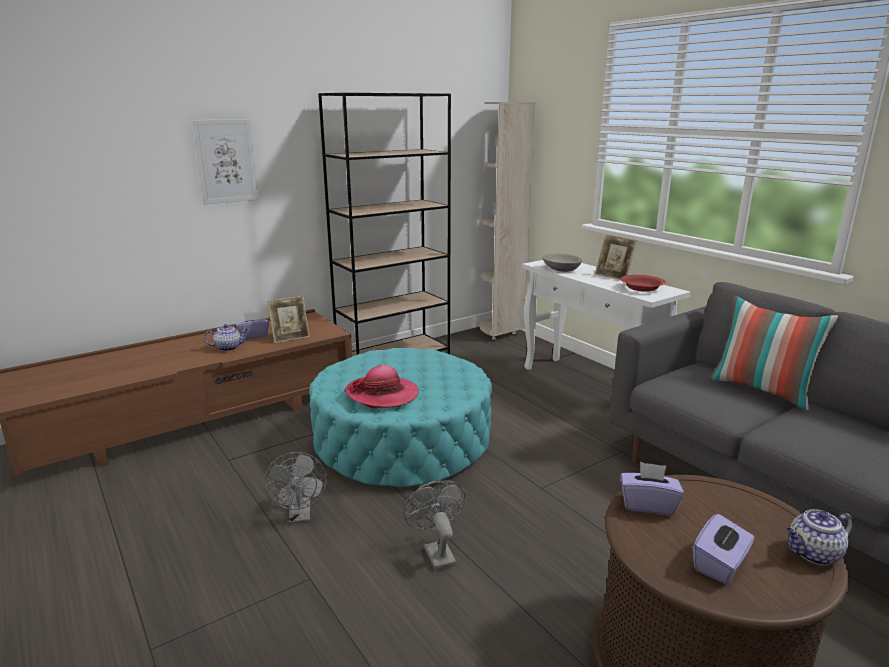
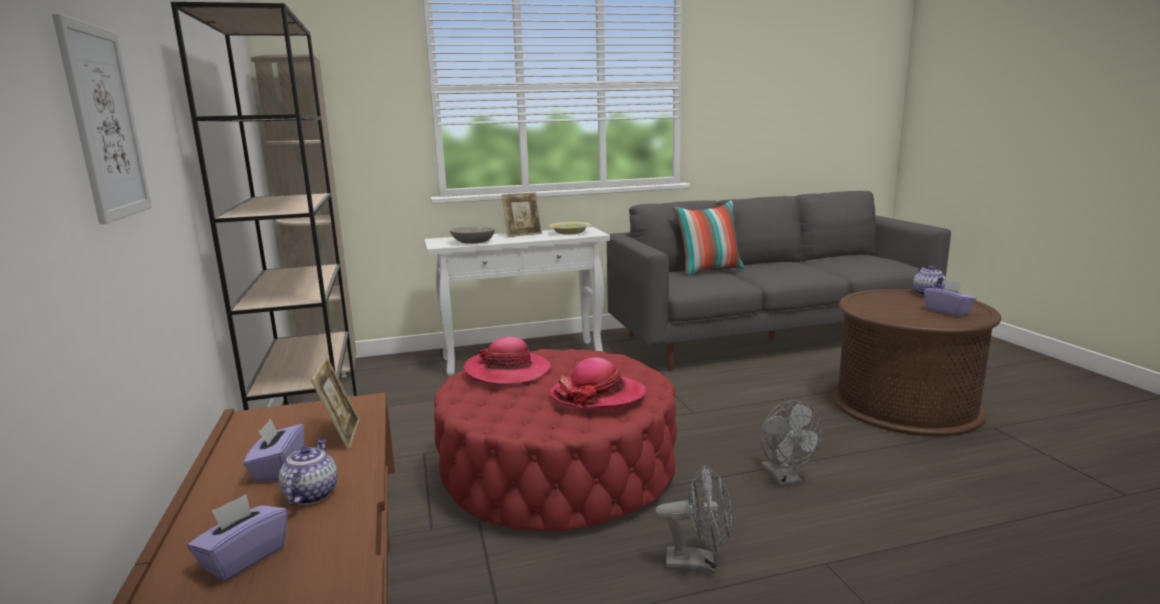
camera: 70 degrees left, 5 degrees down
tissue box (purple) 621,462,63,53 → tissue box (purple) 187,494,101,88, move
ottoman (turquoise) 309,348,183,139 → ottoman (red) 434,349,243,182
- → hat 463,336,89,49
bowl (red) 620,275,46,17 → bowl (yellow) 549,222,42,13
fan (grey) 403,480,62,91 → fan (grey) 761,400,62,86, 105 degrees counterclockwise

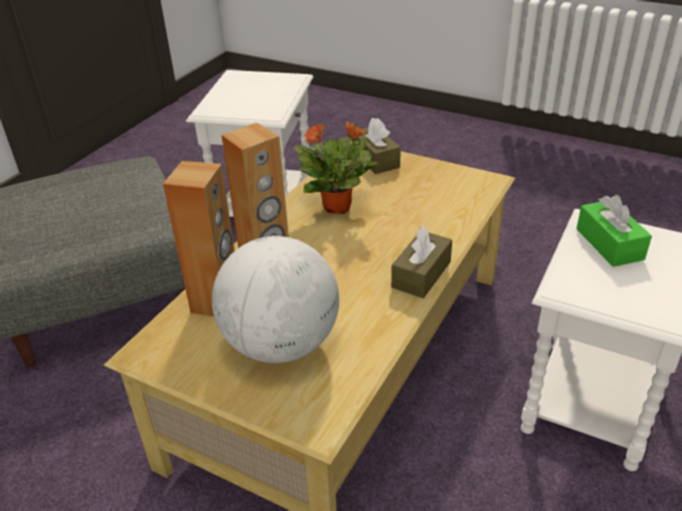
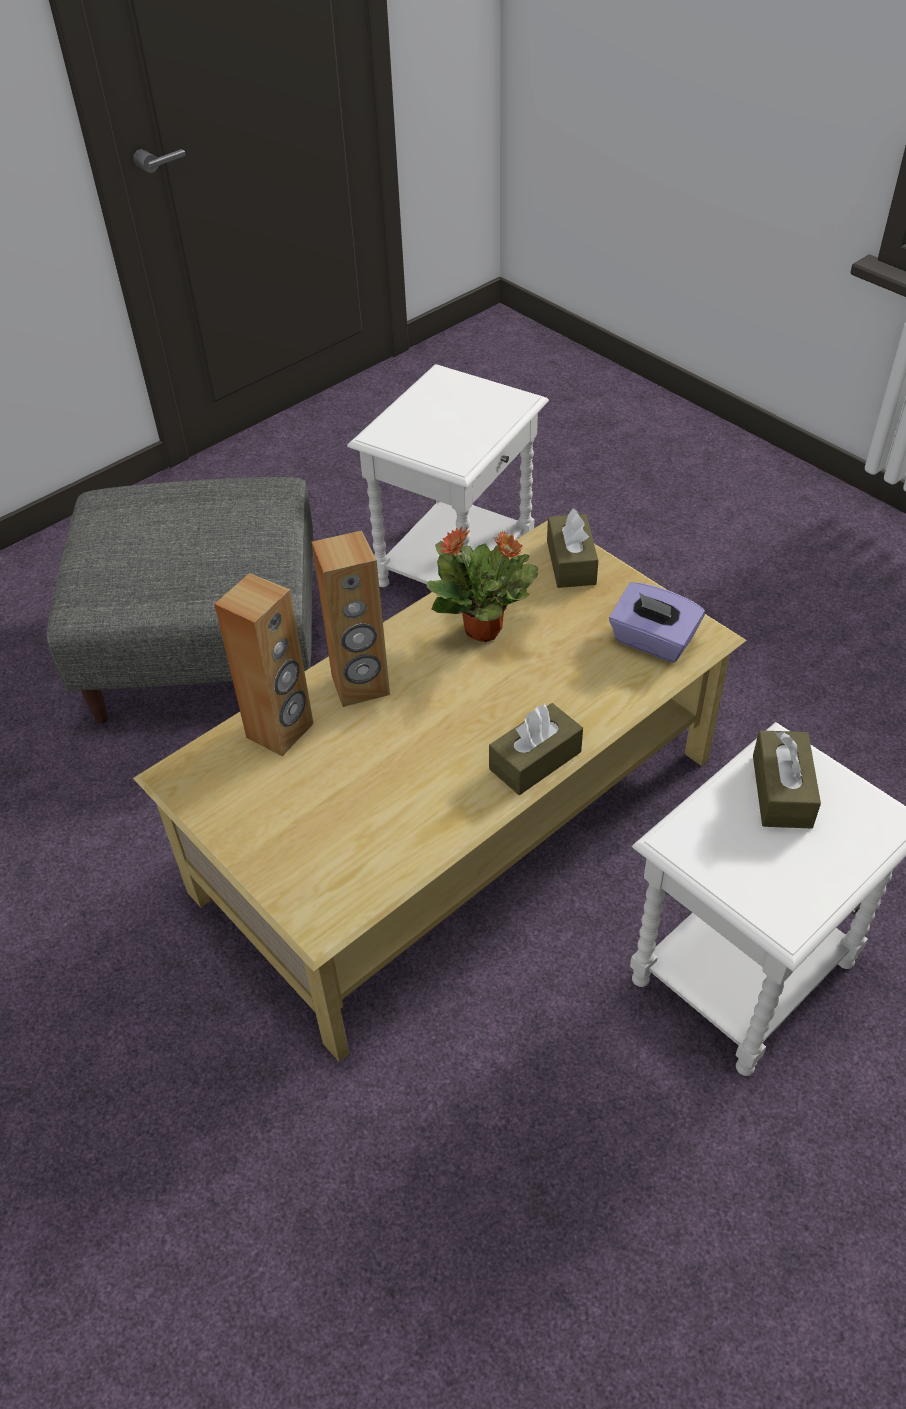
camera: 20 degrees right, 10 degrees up
- → tissue box (purple) 609,582,96,81
tissue box (green) 576,195,76,72 → tissue box (brown) 753,730,68,99
globe 212,236,127,127 → -

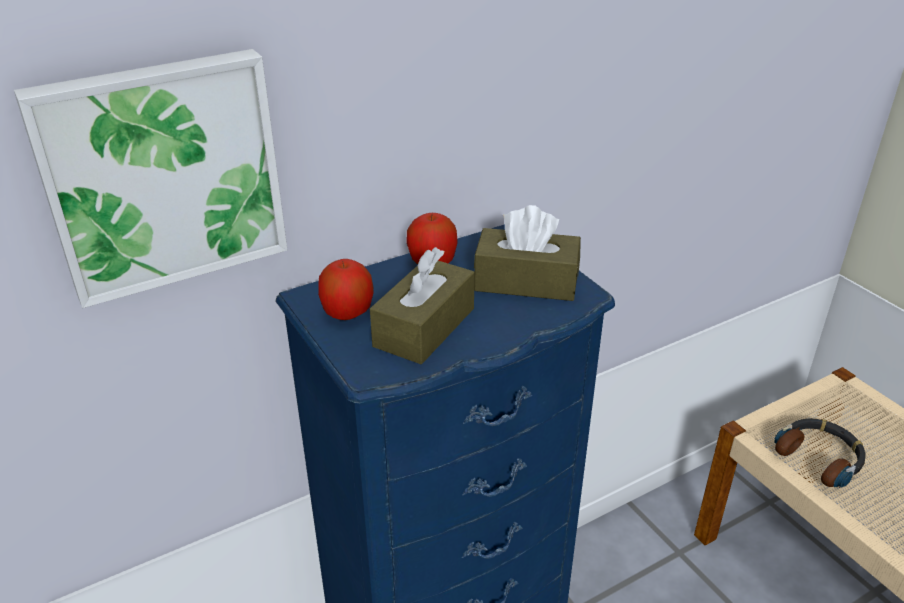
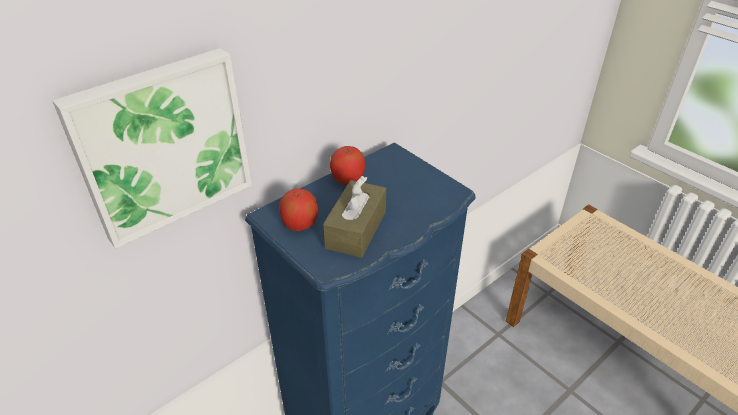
camera: 10 degrees left, 5 degrees up
tissue box (brown) 474,205,107,96 → -
headphones 774,418,92,70 → -

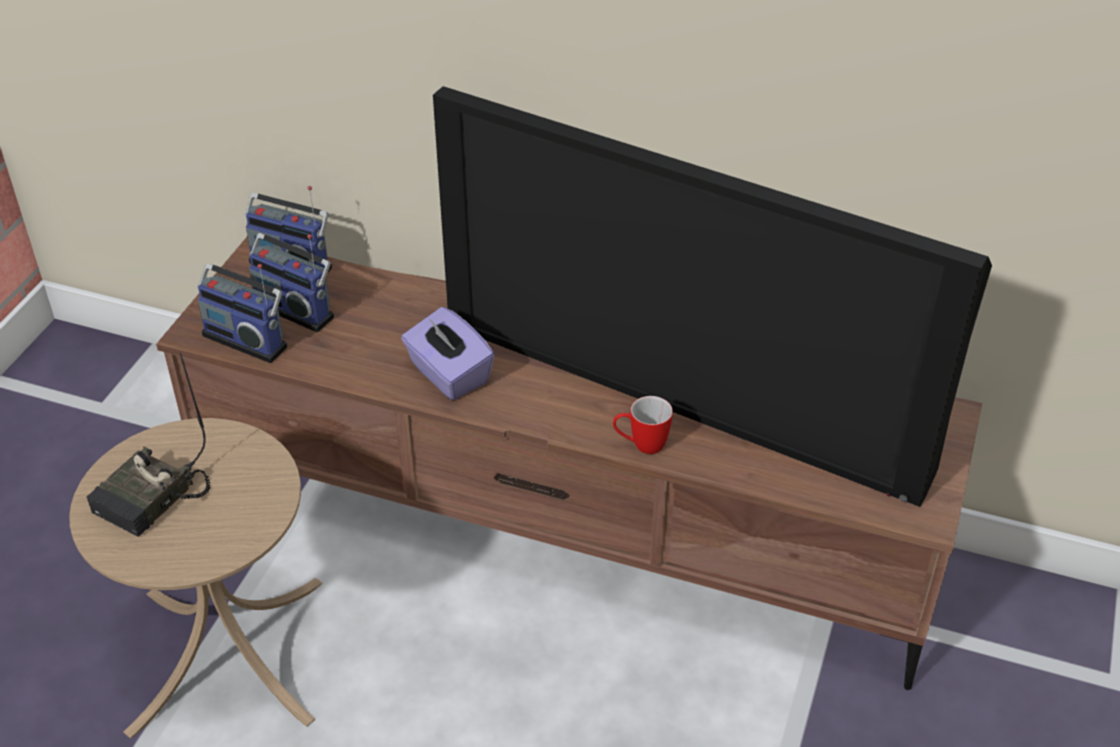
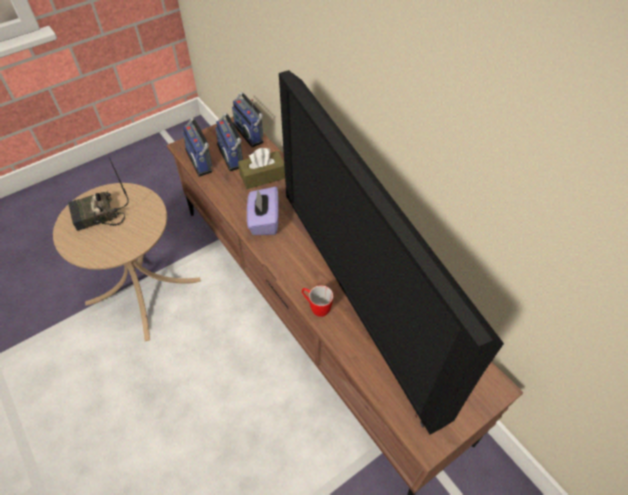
camera: 35 degrees right, 10 degrees up
- → tissue box (brown) 238,148,47,41

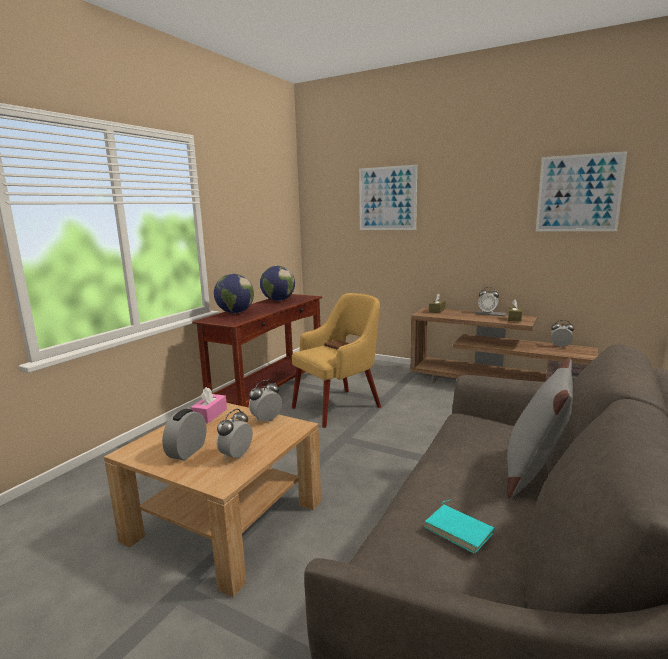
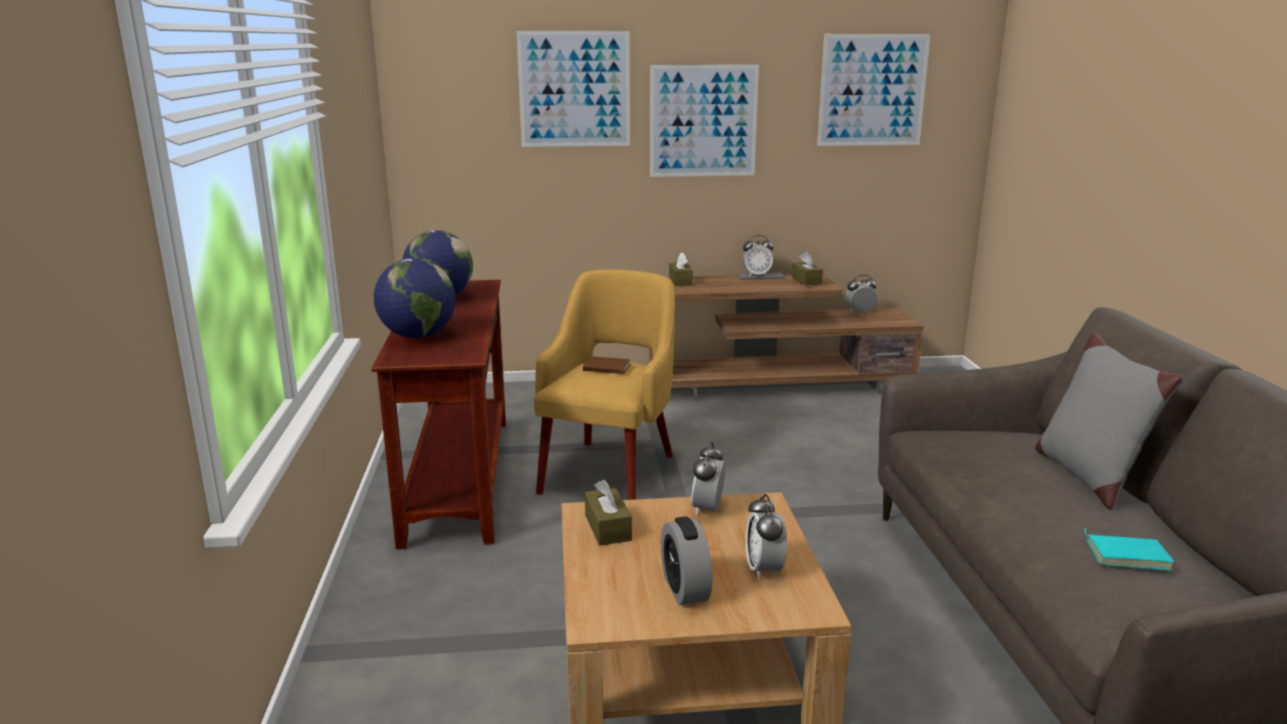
camera: 35 degrees left, 5 degrees up
tissue box (pink) 190,387,37,37 → tissue box (brown) 585,480,47,66
- → picture 650,65,109,112

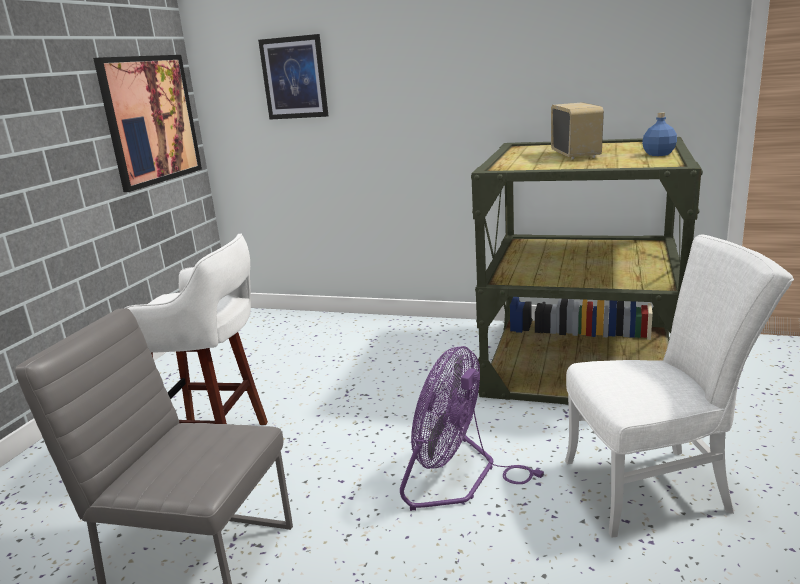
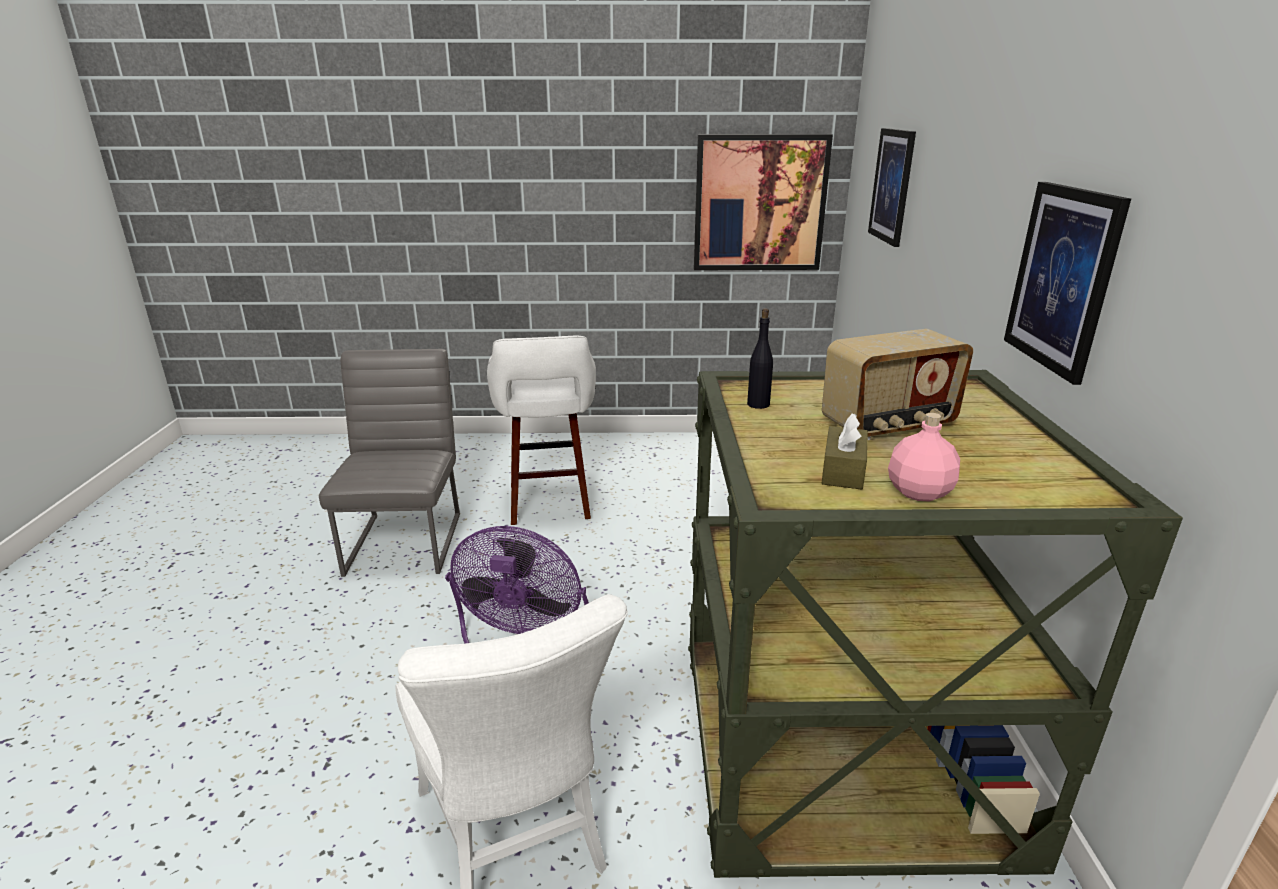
camera: 70 degrees right, 5 degrees up
- → bottle (black) 747,308,26,101
- → tissue box (brown) 821,413,47,77
bottle (blue) 642,112,35,44 → bottle (pink) 888,413,72,89
- → picture 1004,182,127,203

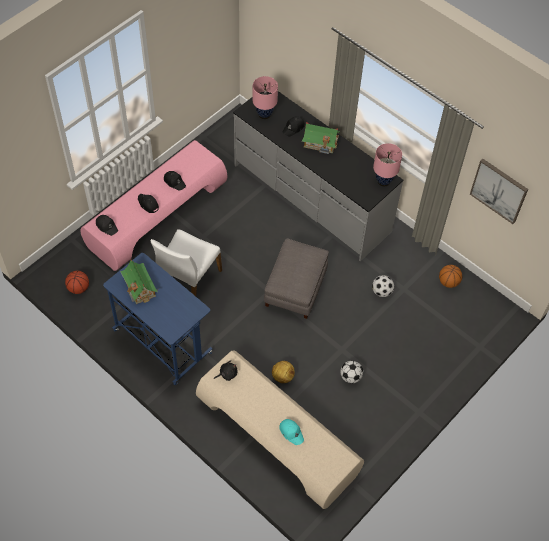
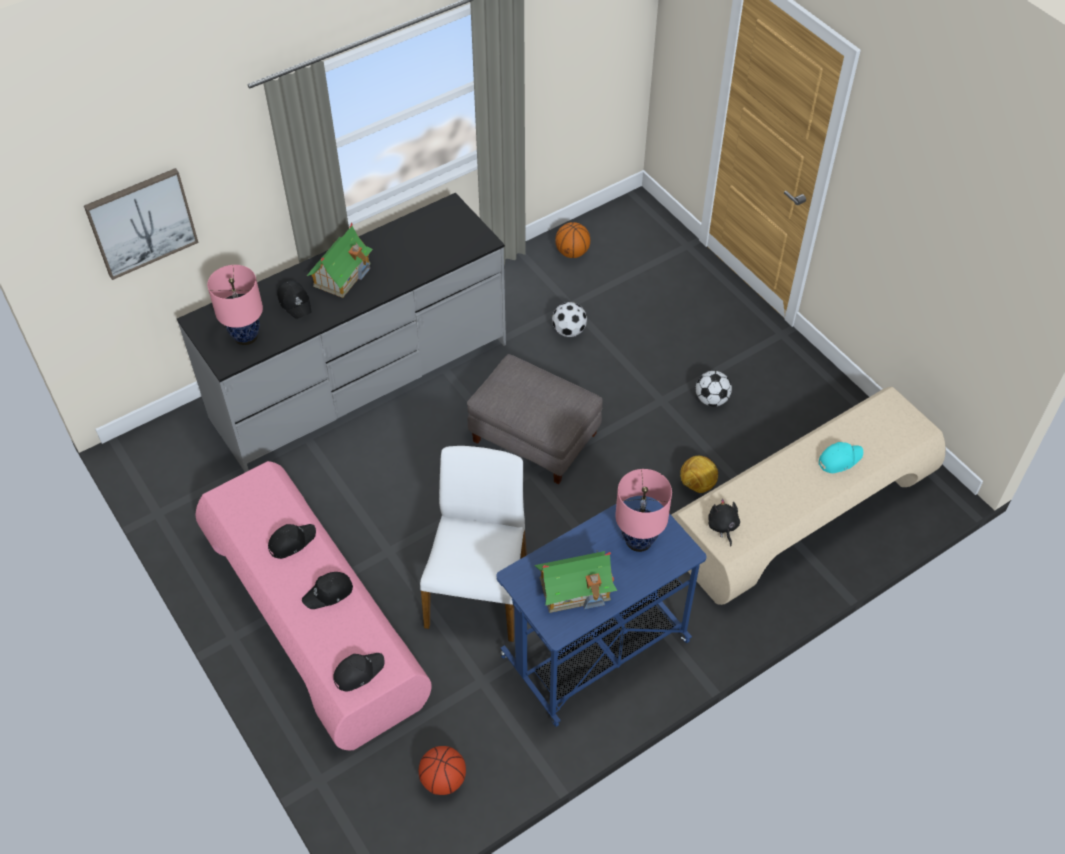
camera: 75 degrees left, 5 degrees down
picture 470,159,58,65 → picture 84,168,115,112, move
chair (white) 151,229,71,67 → chair (white) 420,446,107,196, 120 degrees counterclockwise
table lamp (pink) 373,143,29,43 → table lamp (pink) 615,469,57,83, move

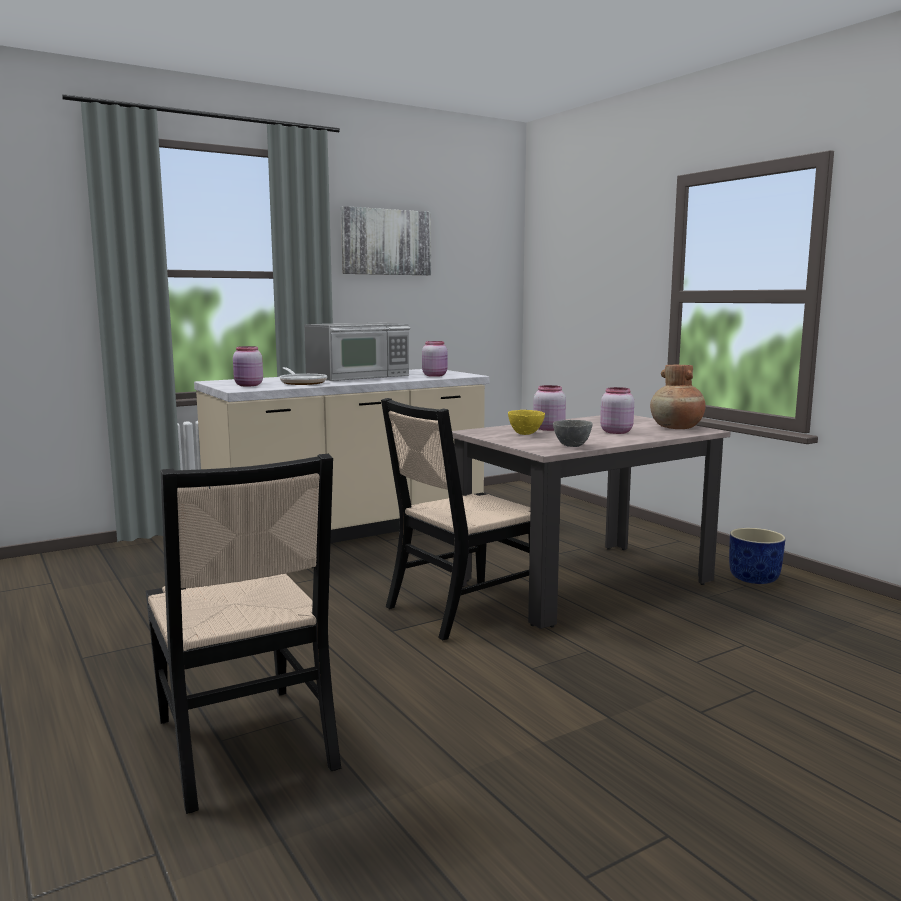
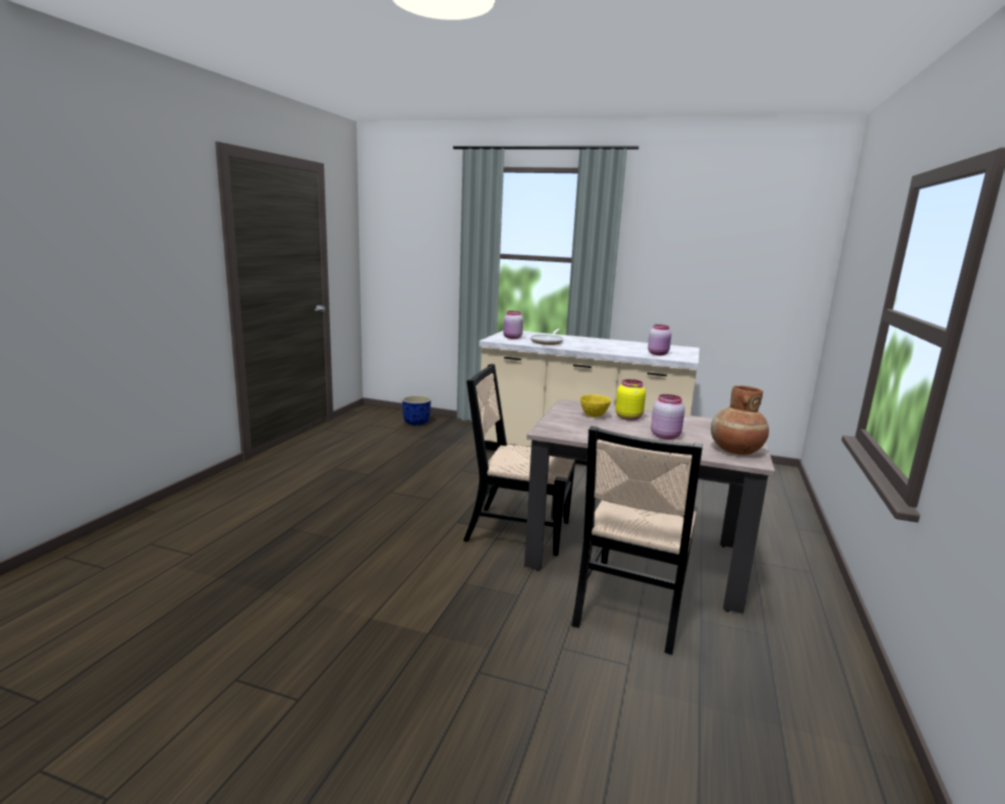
camera: 50 degrees right, 5 degrees up
planter (blue) 729,528,57,56 → planter (blue) 402,395,29,30, move
chair 146,454,195,360 → chair 572,426,131,229, move
jar (pink) 533,385,33,46 → jar (yellow) 615,379,31,41
microwave 304,323,106,58 → -
picture 341,206,90,69 → -
bowl (grey) 553,420,40,27 → -

